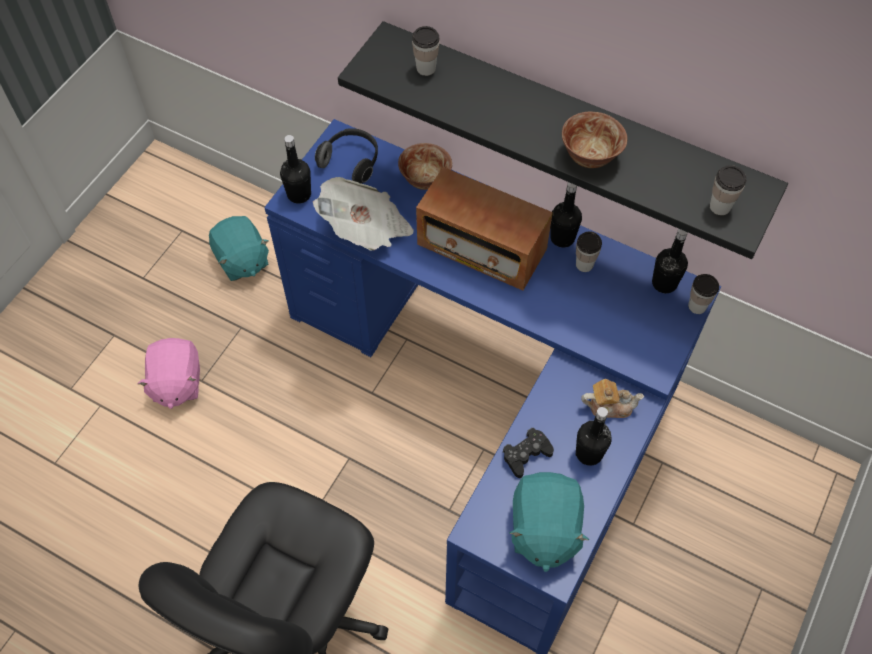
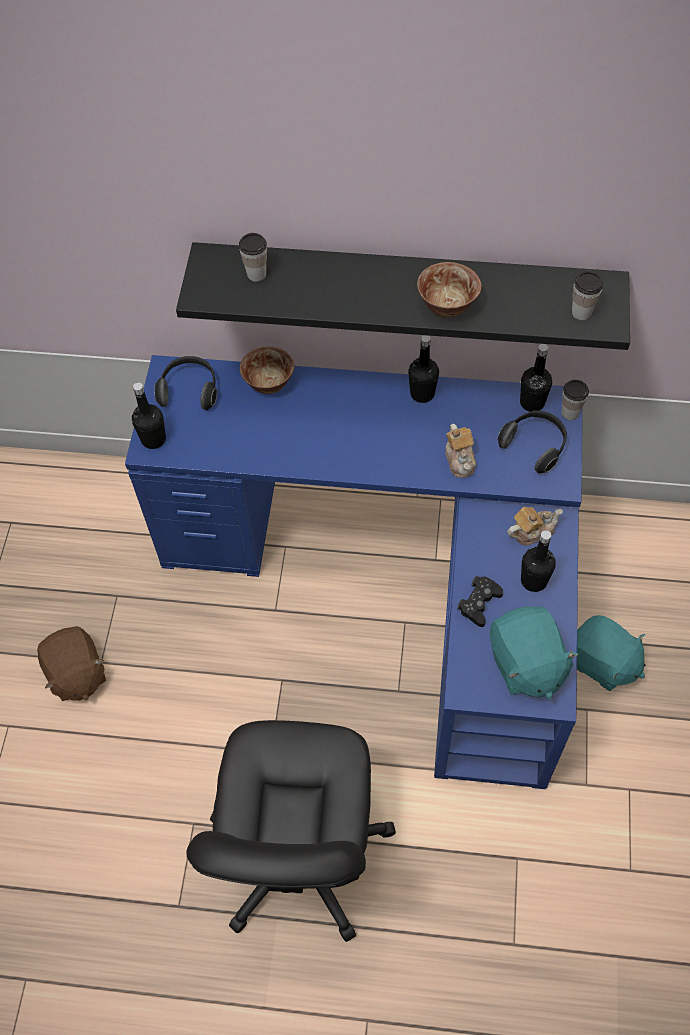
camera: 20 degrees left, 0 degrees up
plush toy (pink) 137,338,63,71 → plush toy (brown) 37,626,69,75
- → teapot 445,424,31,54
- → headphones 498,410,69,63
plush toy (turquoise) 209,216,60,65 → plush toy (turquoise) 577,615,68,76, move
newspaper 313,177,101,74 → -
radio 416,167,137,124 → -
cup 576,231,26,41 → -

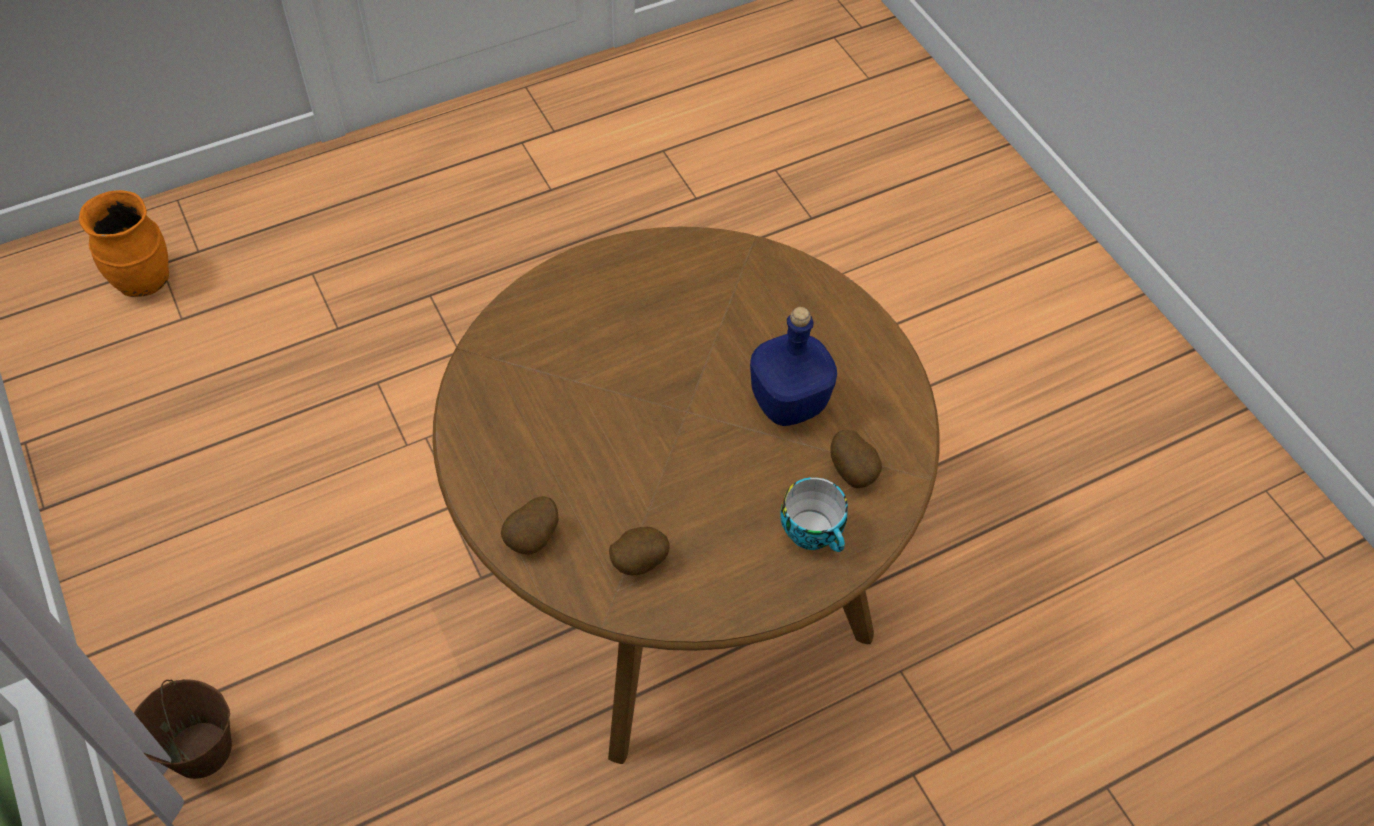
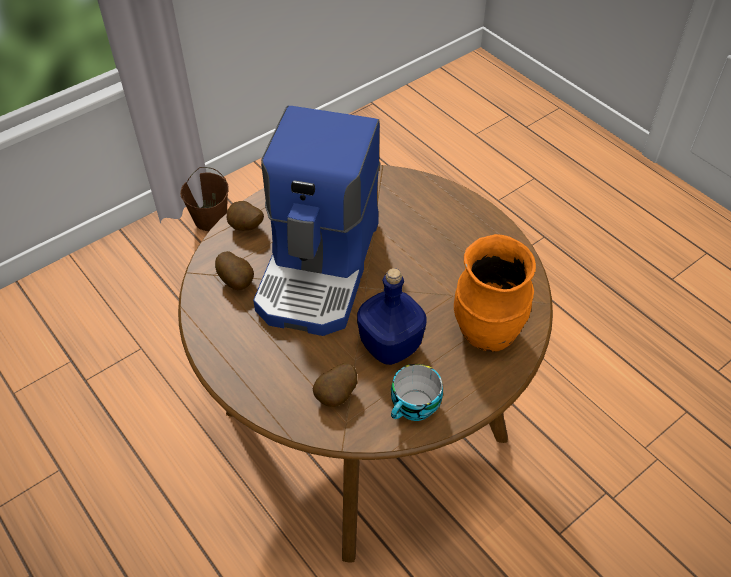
camera: 80 degrees right, 5 degrees down
- → coffee machine 253,106,127,230
cup 780,477,68,75 → cup 391,364,52,57, move
vase (orange) 79,190,90,107 → vase (orange) 454,234,82,118, move

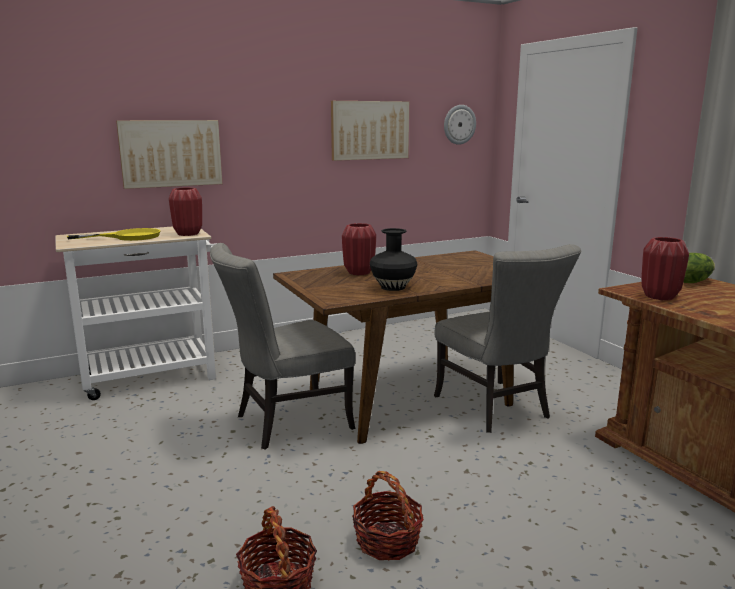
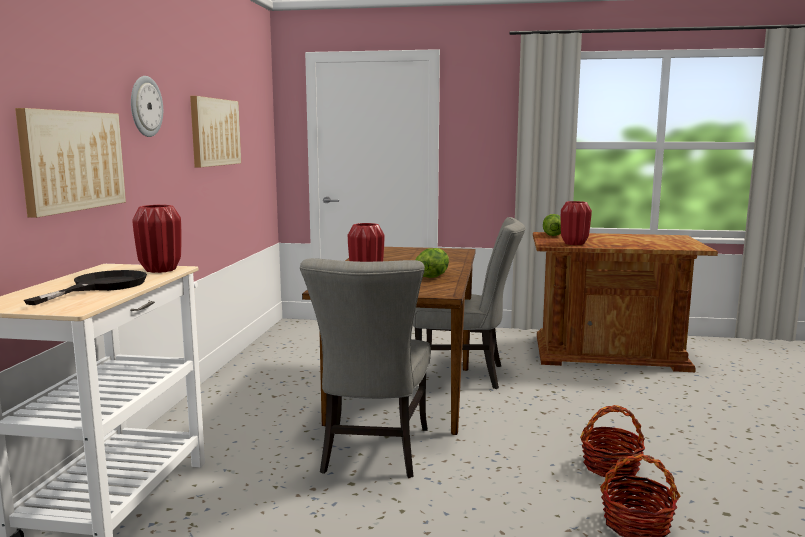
camera: 55 degrees left, 5 degrees down
frying pan (yellow) 67,228,93,13 → frying pan (black) 24,270,123,35
wall clock 444,105,32,40 → wall clock 131,76,32,61, move
vase (black) 370,228,48,63 → lettuce 416,248,33,30

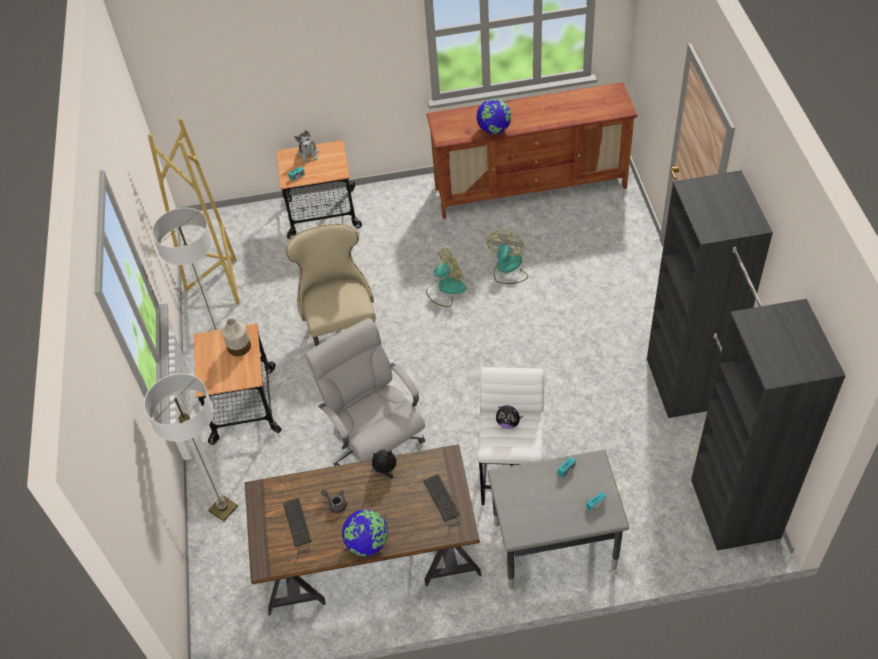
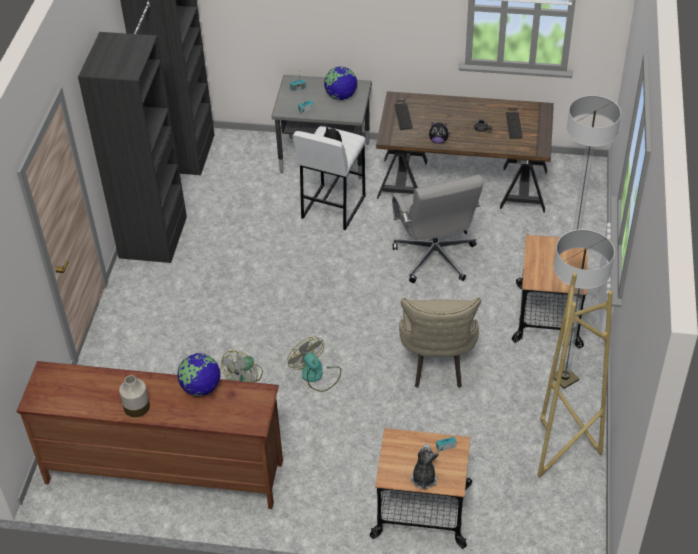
camera: 165 degrees left, 5 degrees down
vase (beige) 222,318,29,38 → vase (beige) 119,375,31,42, move
fan 426,248,40,59 → fan 288,337,53,55, 60 degrees clockwise
globe 342,509,46,47 → globe 324,67,33,33, move

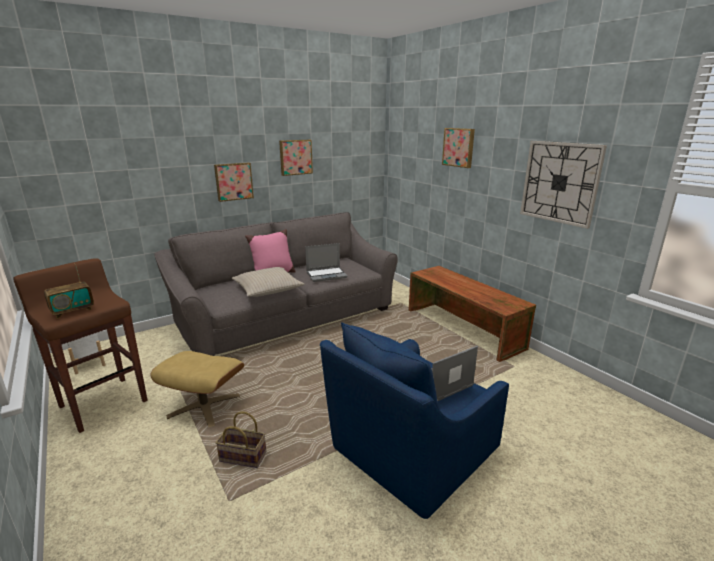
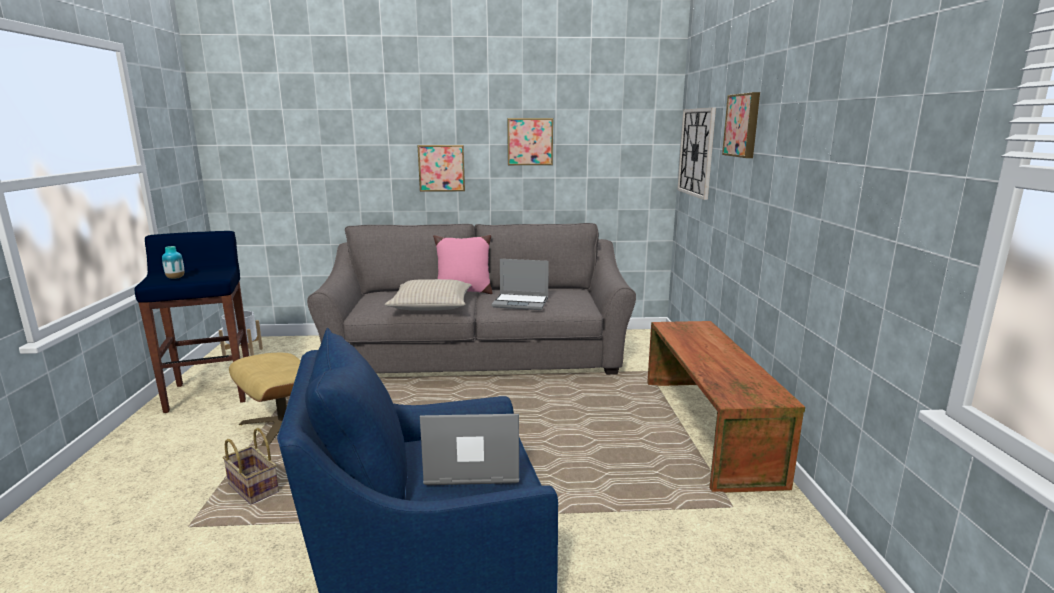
camera: 30 degrees right, 5 degrees down
stool (brown) 14,258,134,175 → stool (blue) 134,231,115,182
radio 44,263,50,56 → vase 162,246,22,33
wall clock 520,141,87,88 → wall clock 677,108,39,92, move

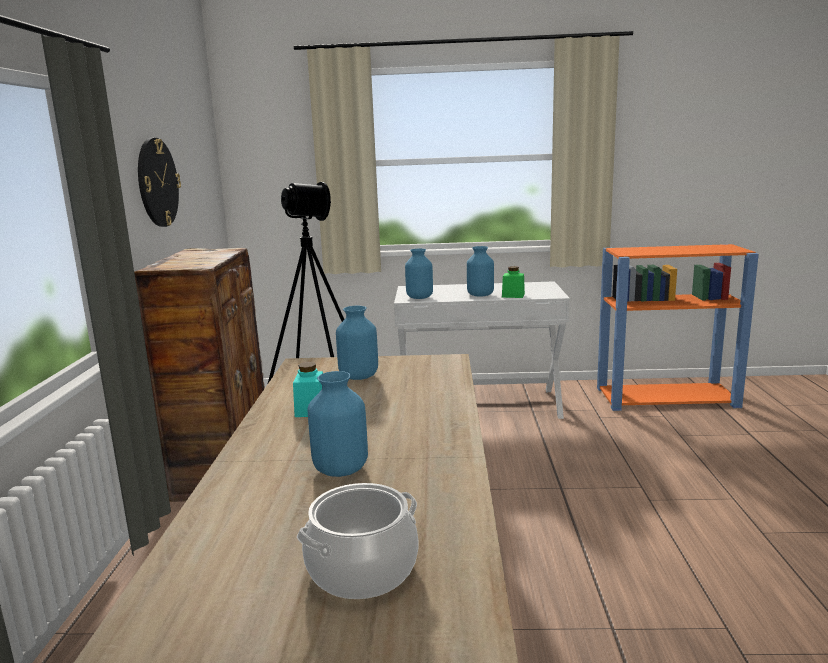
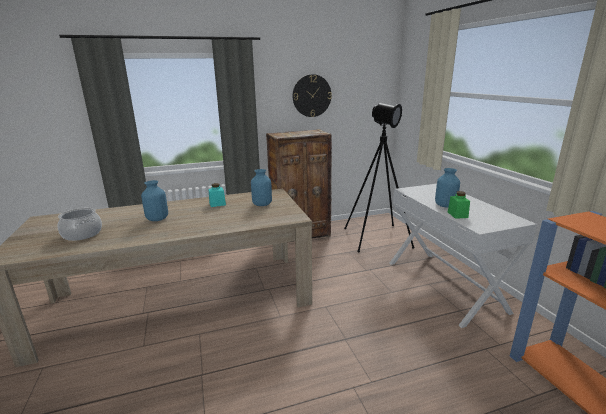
camera: 70 degrees right, 5 degrees up
vase (blue) 405,249,28,50 → -

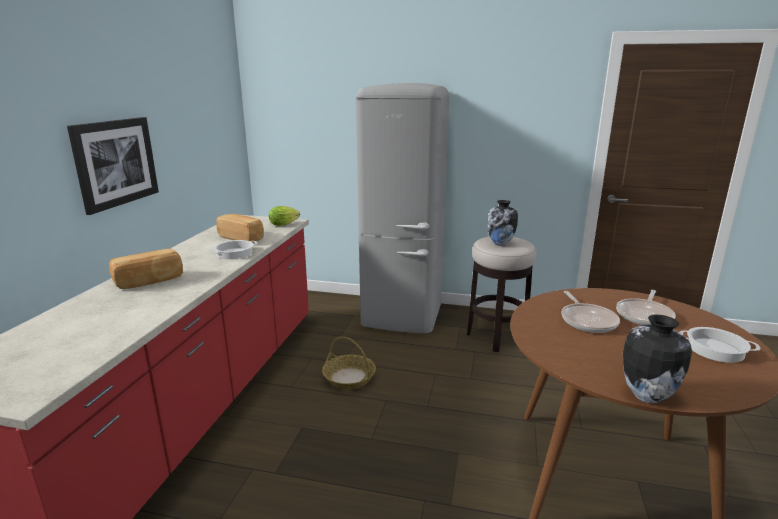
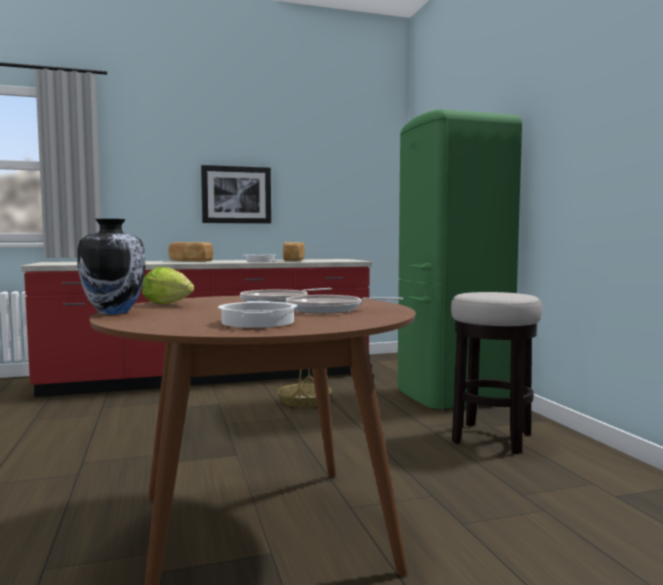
camera: 60 degrees right, 15 degrees down
lettuce 269,206,31,20 → lettuce 142,267,52,37, move
fridge (grey) 356,83,94,250 → fridge (green) 397,109,125,302
vase 487,200,31,46 → -

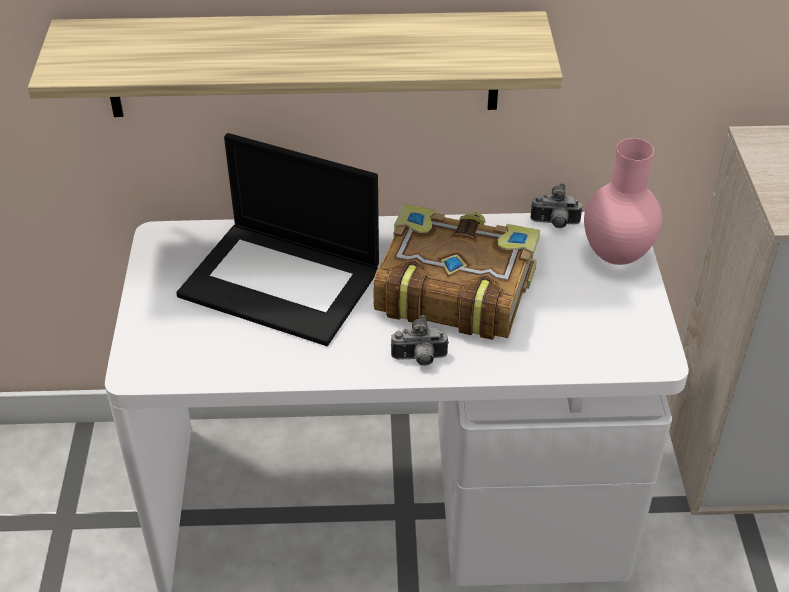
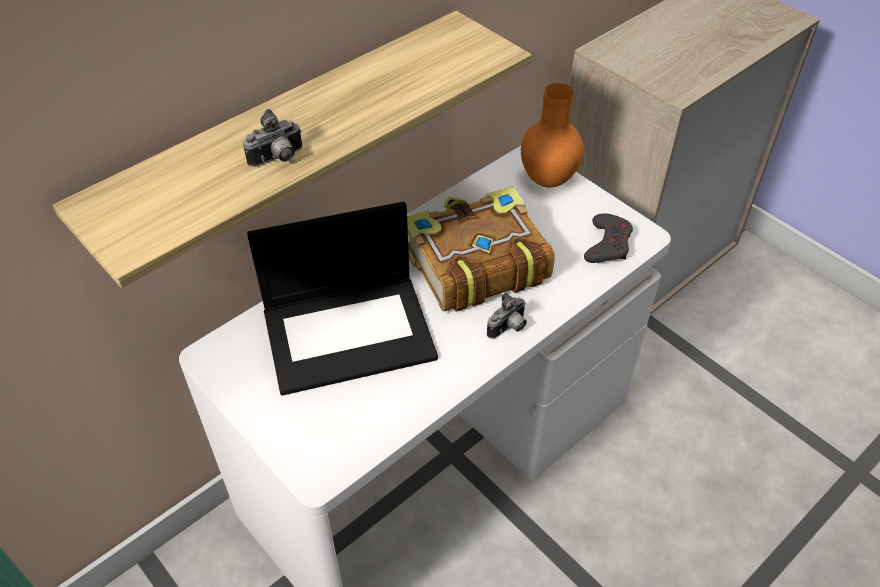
camera: 40 degrees left, 5 degrees up
photo camera 531,183,52,45 → photo camera 243,109,59,58, move
vase (pink) 584,138,78,127 → vase (orange) 521,83,63,105
- → game controller (grey) 584,213,49,50

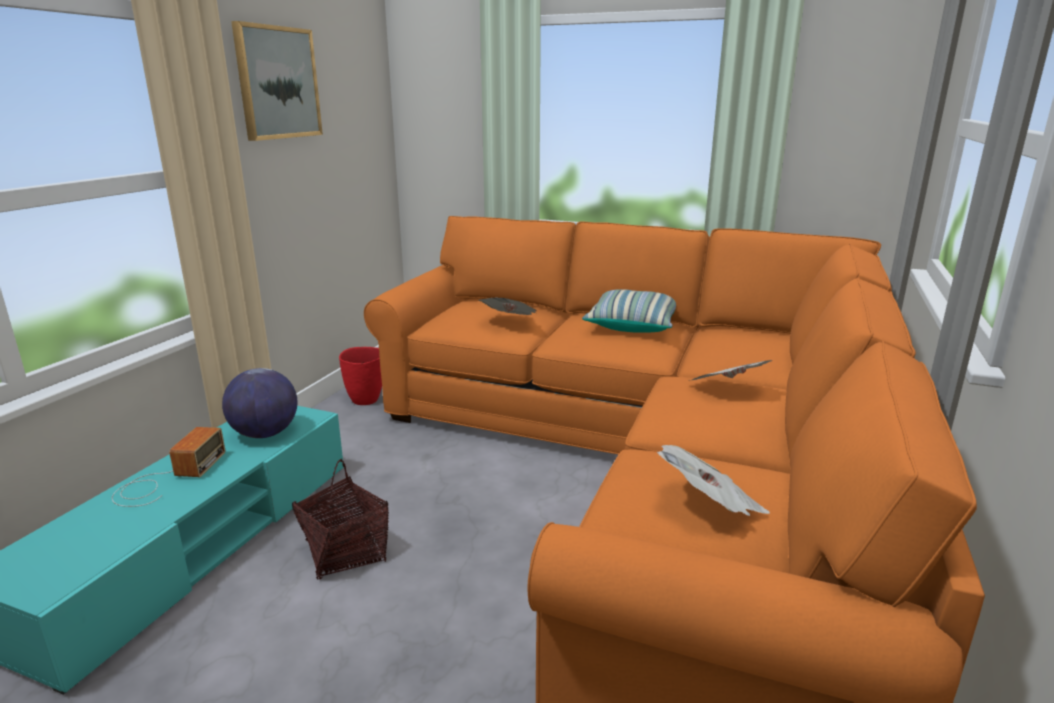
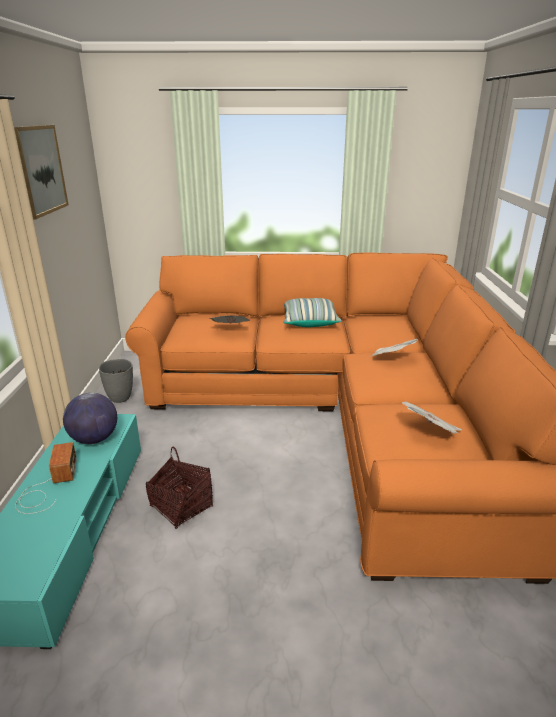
camera: 20 degrees left, 5 degrees up
vase (red) 339,347,43,58 → vase (grey) 99,359,34,44

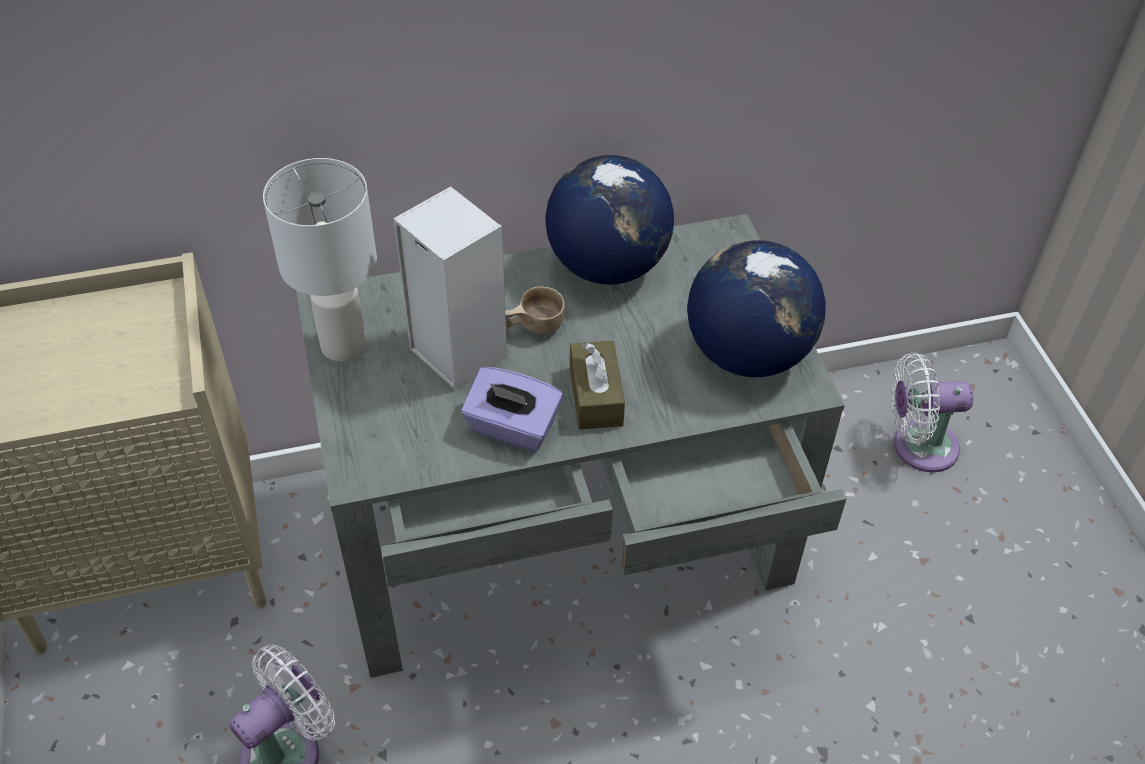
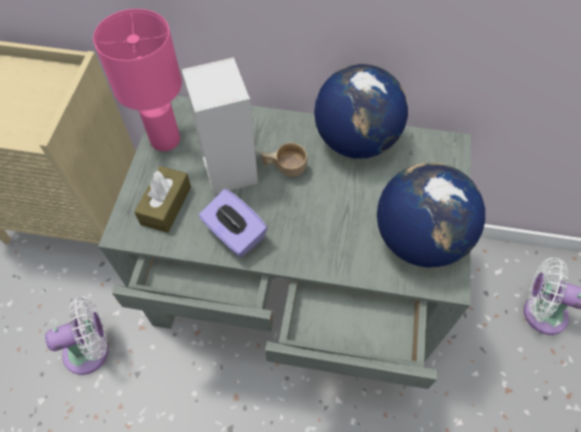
camera: 25 degrees right, 10 degrees up
table lamp (white) 263,158,114,204 → table lamp (pink) 93,9,89,142
tissue box (brown) 570,340,55,90 → tissue box (brown) 134,166,57,67, move

